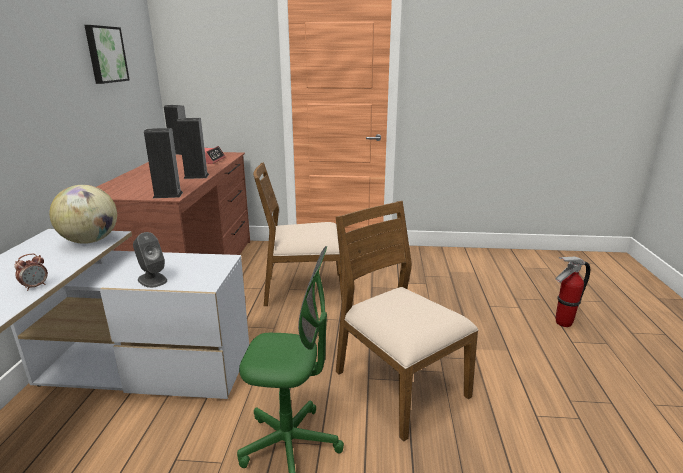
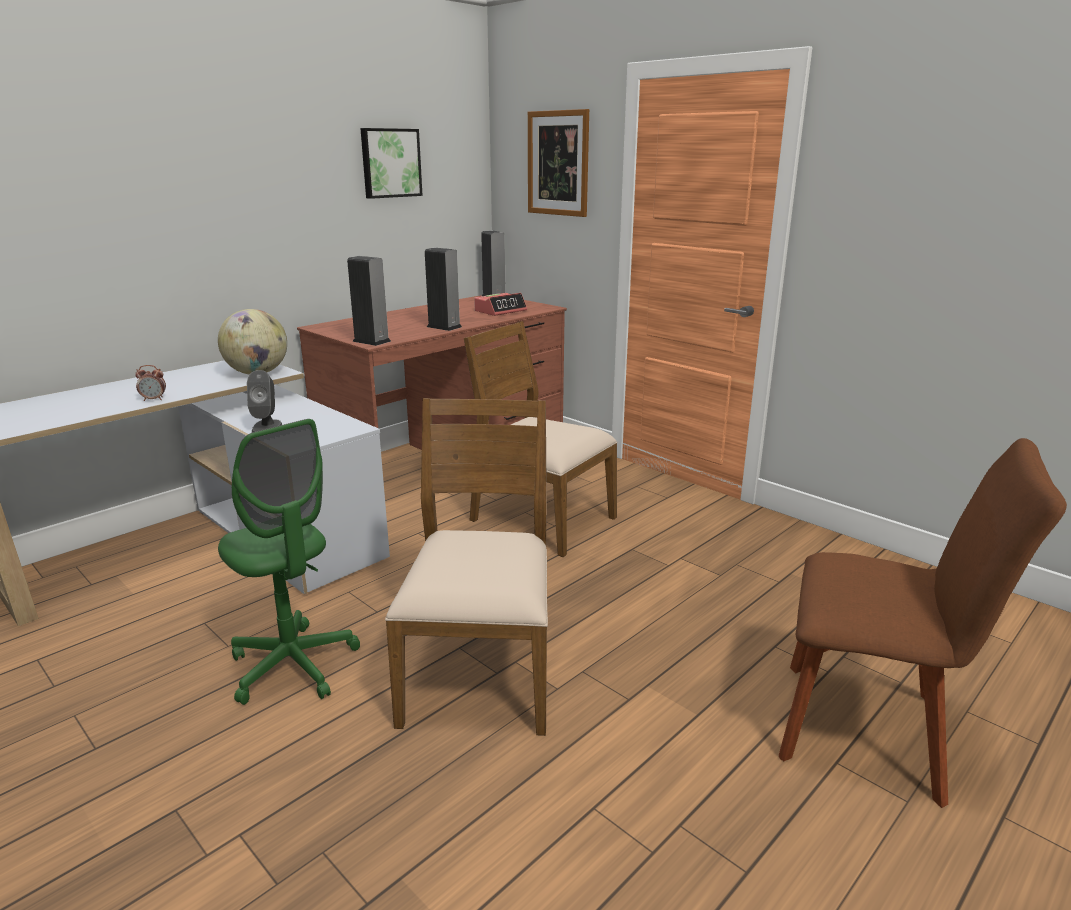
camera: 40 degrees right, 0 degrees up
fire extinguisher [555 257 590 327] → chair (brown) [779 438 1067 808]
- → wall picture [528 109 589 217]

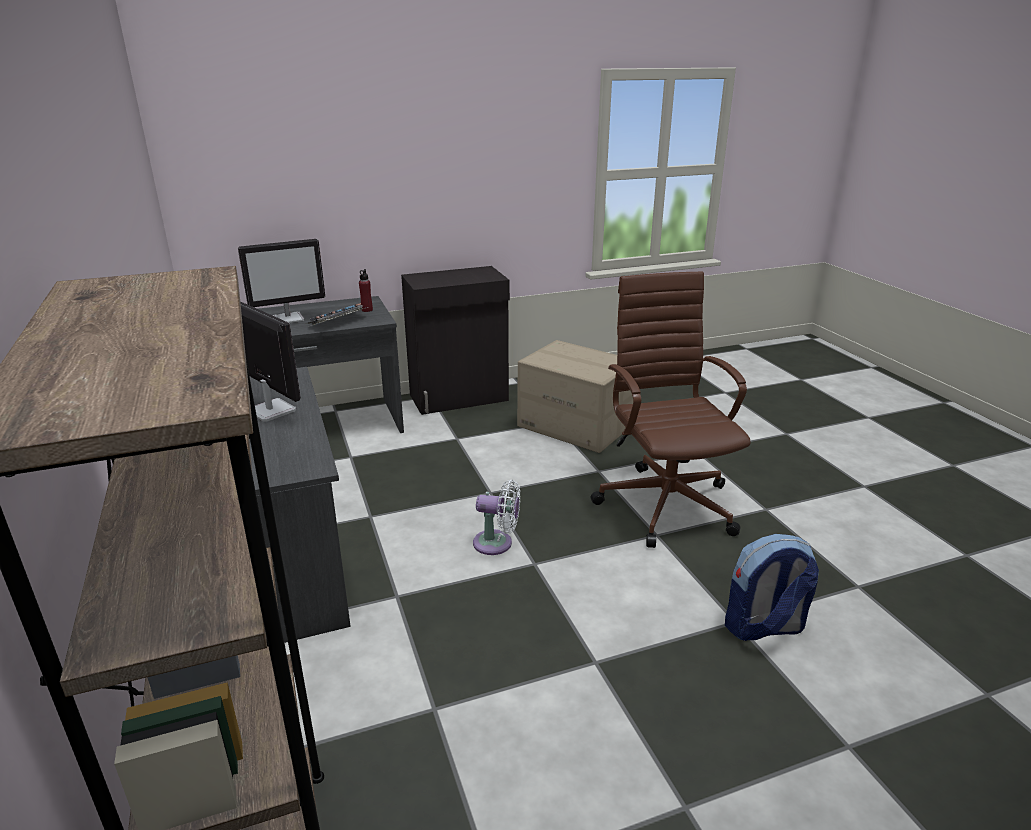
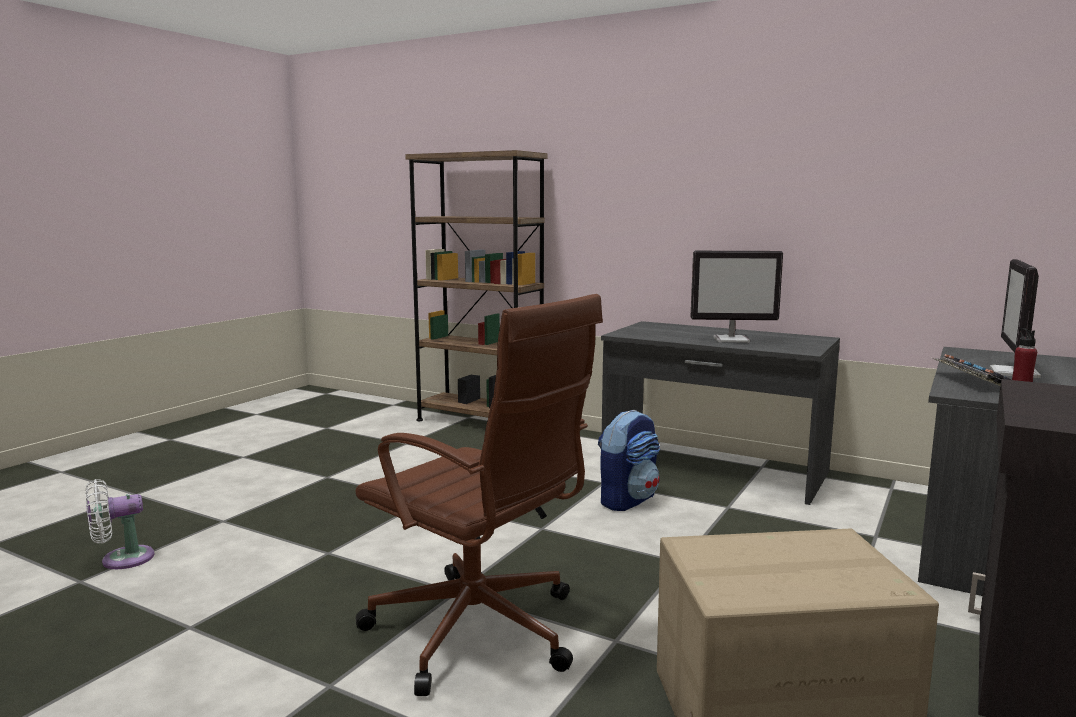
camera: 140 degrees right, 15 degrees down
electric fan (white-coloured) [473 480 520 555] → electric fan (white-coloured) [86 479 155 569], relocated
knapsack [725 534 819 641] → knapsack [598 410 660 511], relocated

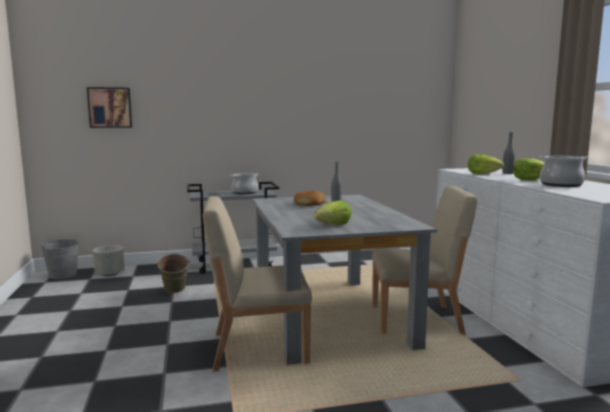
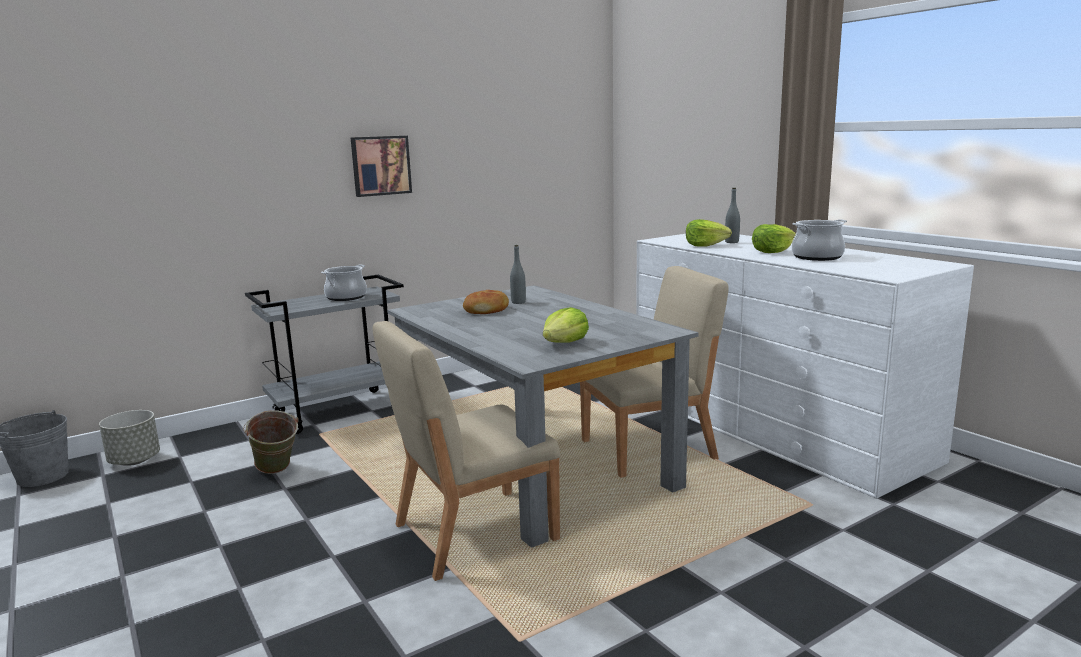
camera: 20 degrees left, 5 degrees up
wall picture [87 87 132 128] → wall picture [351 136 412 197], relocated

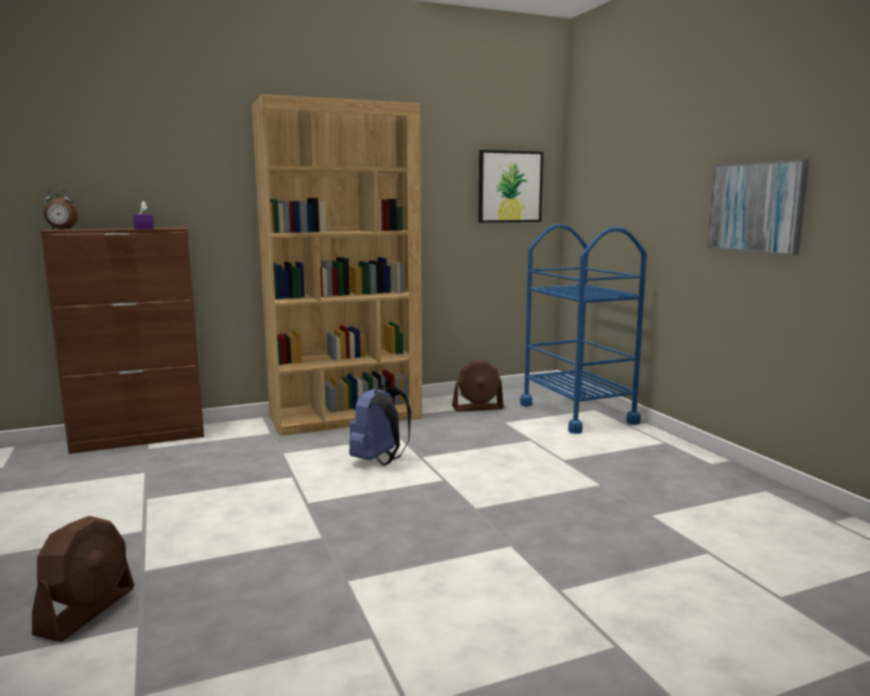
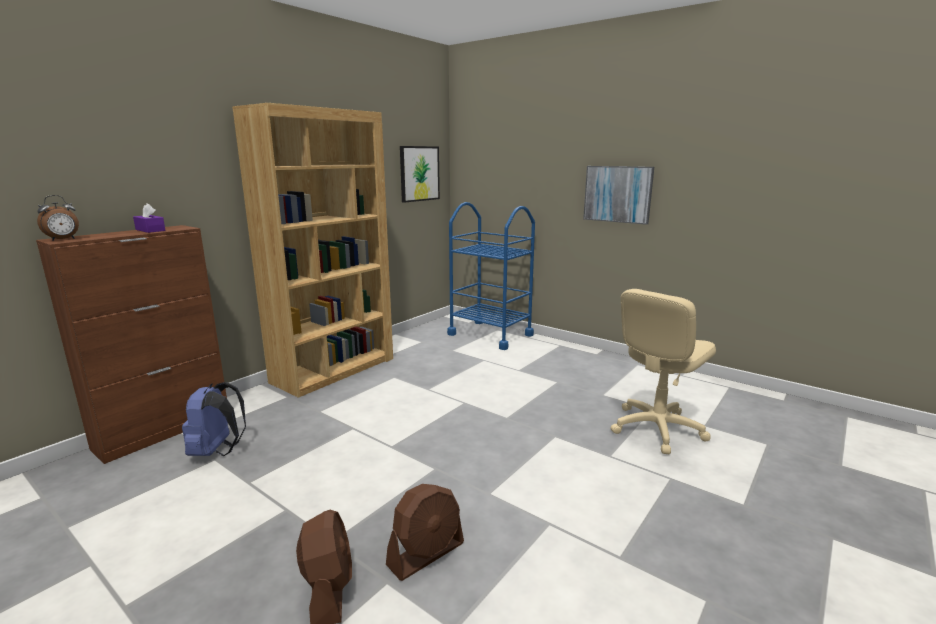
camera: 30 degrees left, 5 degrees up
electric fan (brown) [452 360 504 412] → electric fan (brown) [386 484 464 581], relocated
knapsack (blue-coloured) [349 385 411 466] → knapsack (blue-coloured) [182 382 246 456], relocated
- → computer chair (beige-coloured) [611 289 716 454]

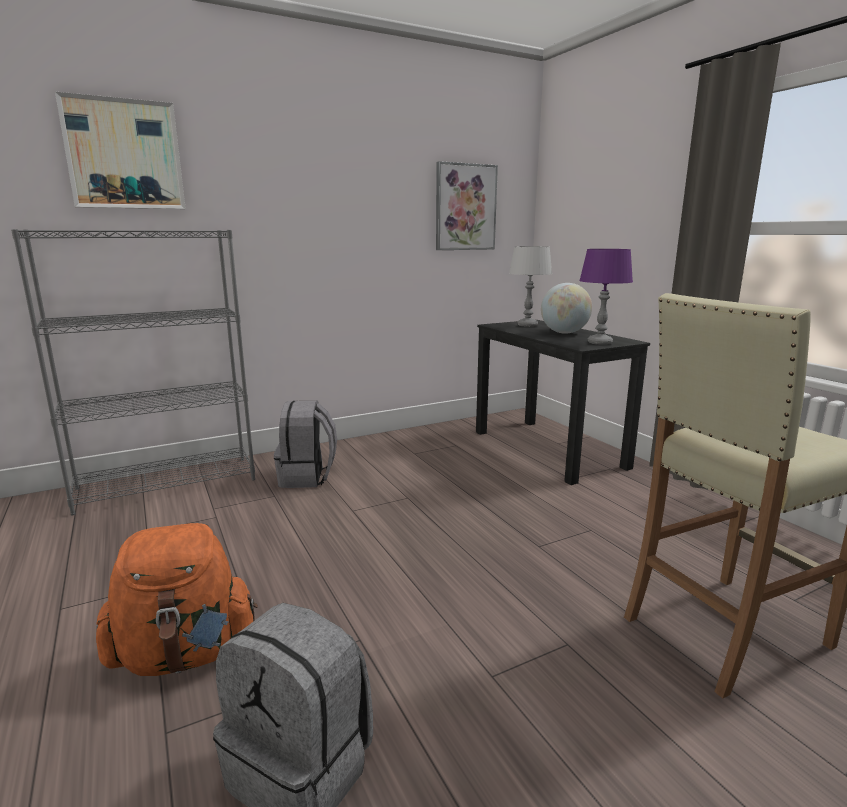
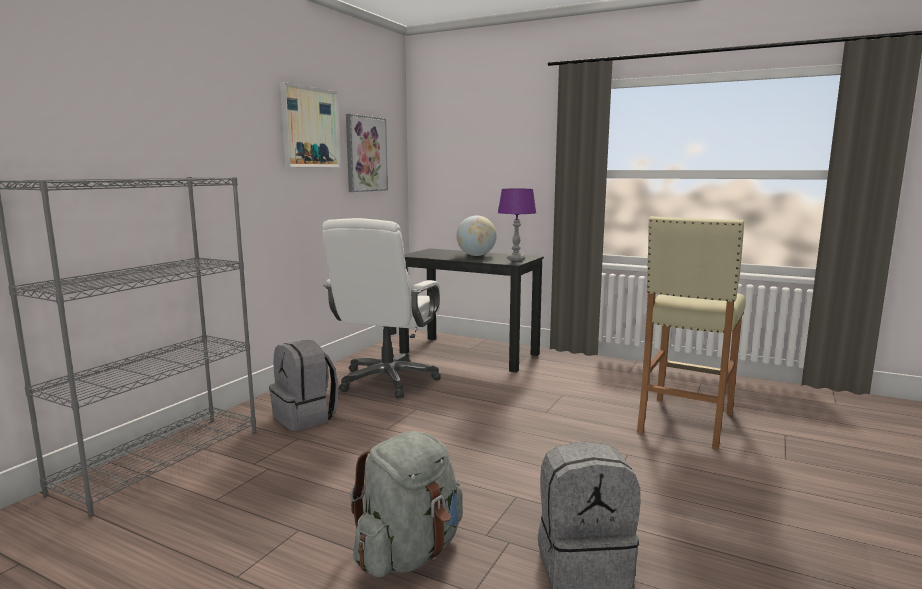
camera: 35 degrees left, 5 degrees down
wall picture [55 92 186 209] → wall picture [280 82 341 167], relocated
table lamp (greyish) [509 246 552 327] → -
knapsack (orange) [96 523 258 676] → knapsack (greyish) [350 431 463 577]
- → computer chair (white-coloured) [322 218 441 398]

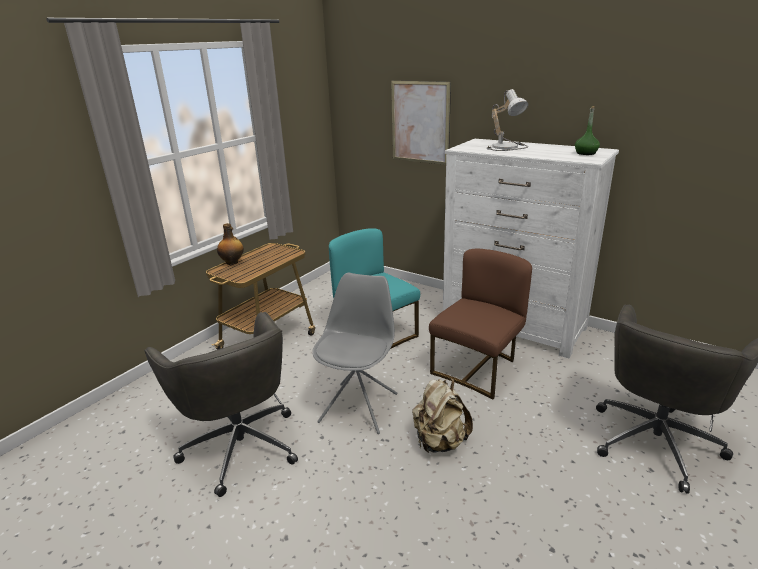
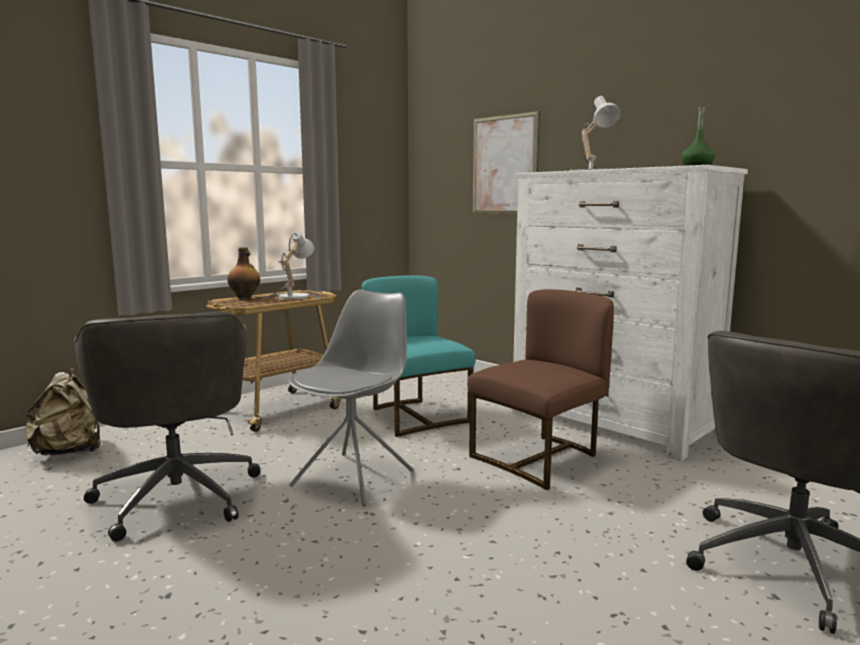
camera: 10 degrees right, 15 degrees down
knapsack (beige-coloured) [412 378 473 453] → knapsack (beige-coloured) [24 368 100 456], relocated
- → table lamp [266 231 321 299]

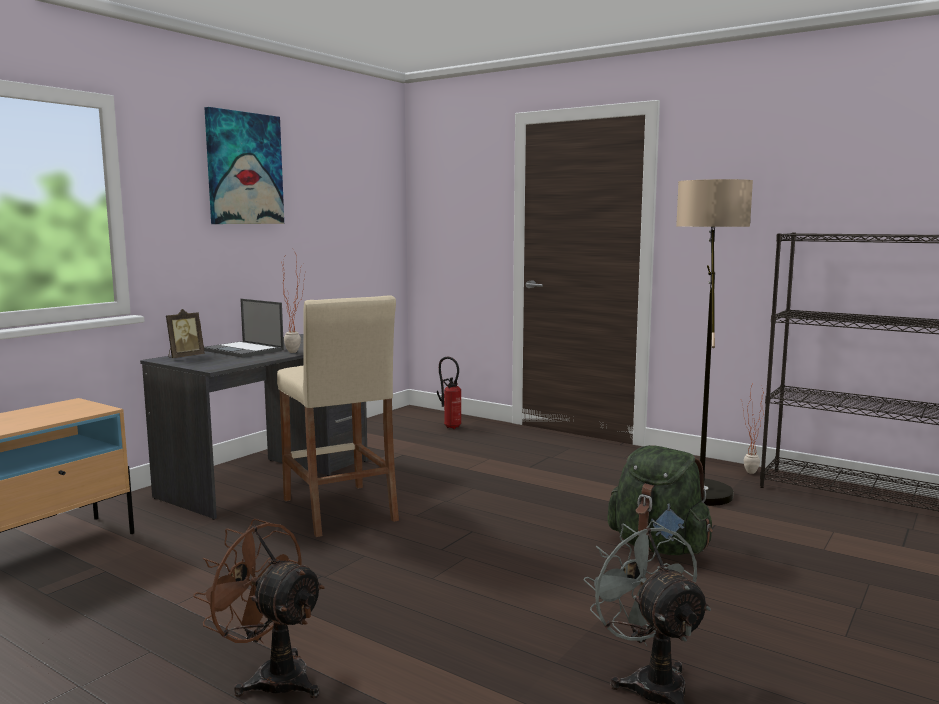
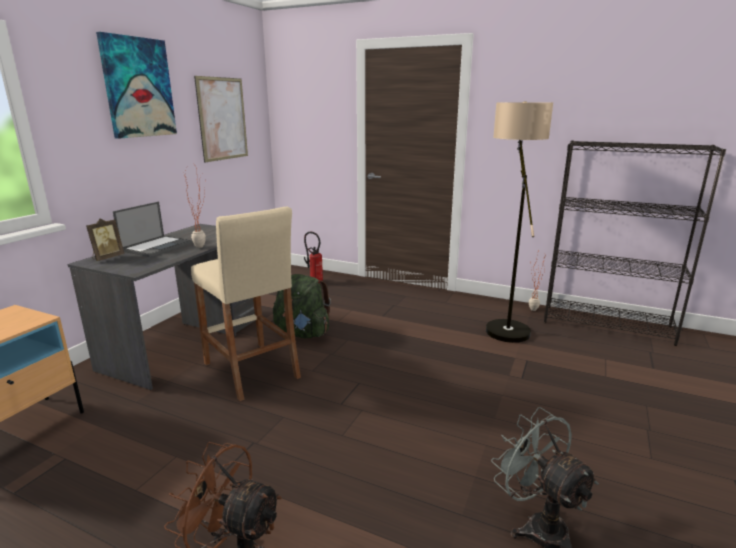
camera: 10 degrees left, 10 degrees up
laptop [204 299 284 357] → laptop [113 202 192 257], 90 degrees counterclockwise
knapsack (greenish) [607 445 713 555] → knapsack (greenish) [273 274 331 338], relocated
- → wall picture [194 76 248 162]

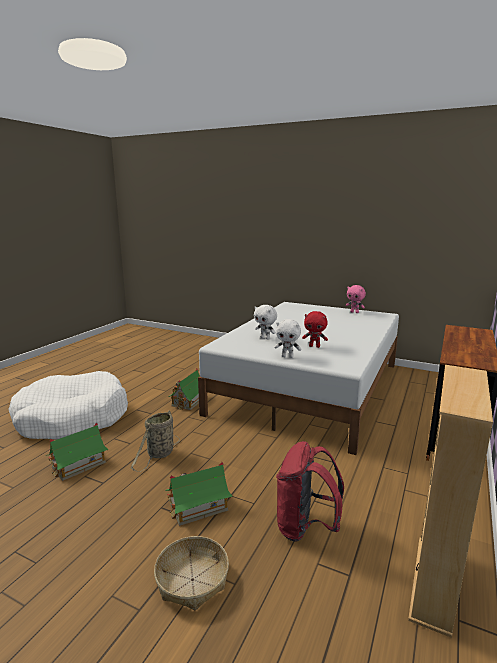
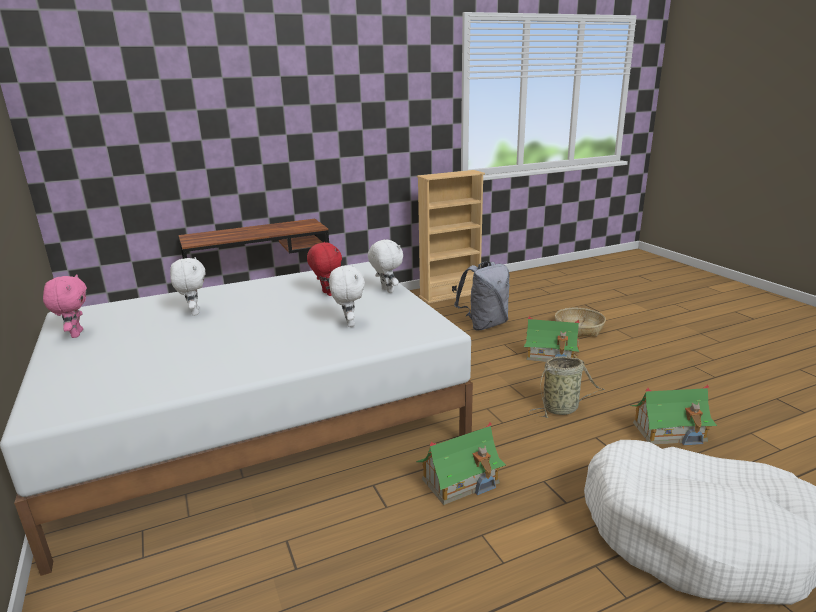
camera: 140 degrees left, 5 degrees up
knapsack (reddish) [276 441 344 542] → knapsack (greyish) [454 261 509 331]
- → soft toy (white-coloured) [170 257 206 316]

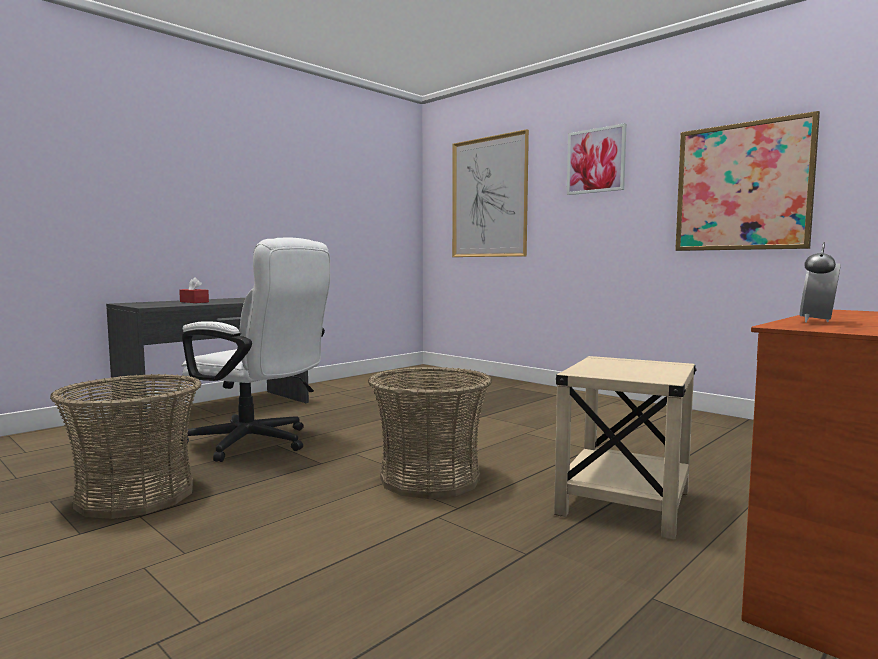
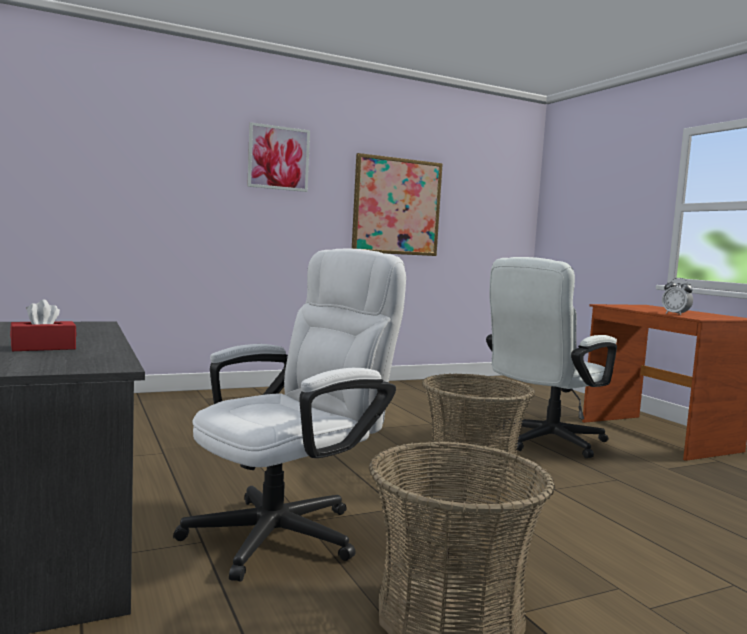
camera: 70 degrees left, 0 degrees up
wall picture [452 129 529 257] → -
accent table (beige-coloured) [554 356 697 539] → computer chair (white-coloured) [486 257 617 458]

